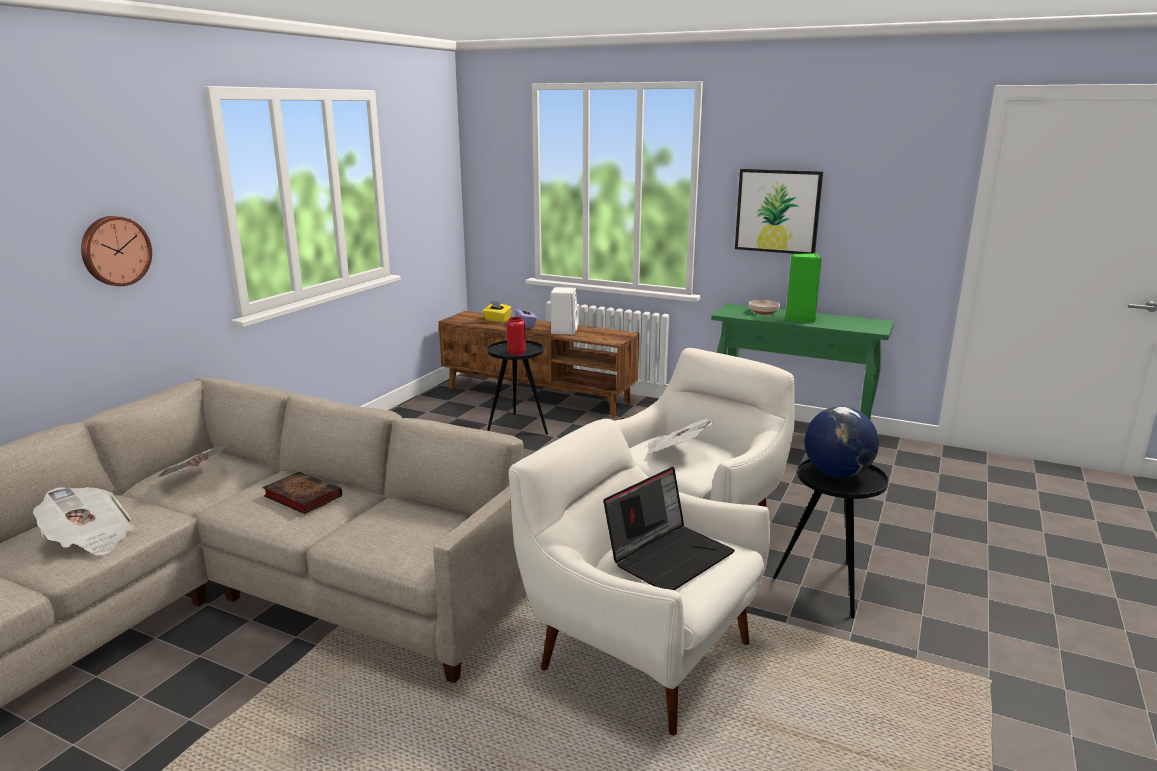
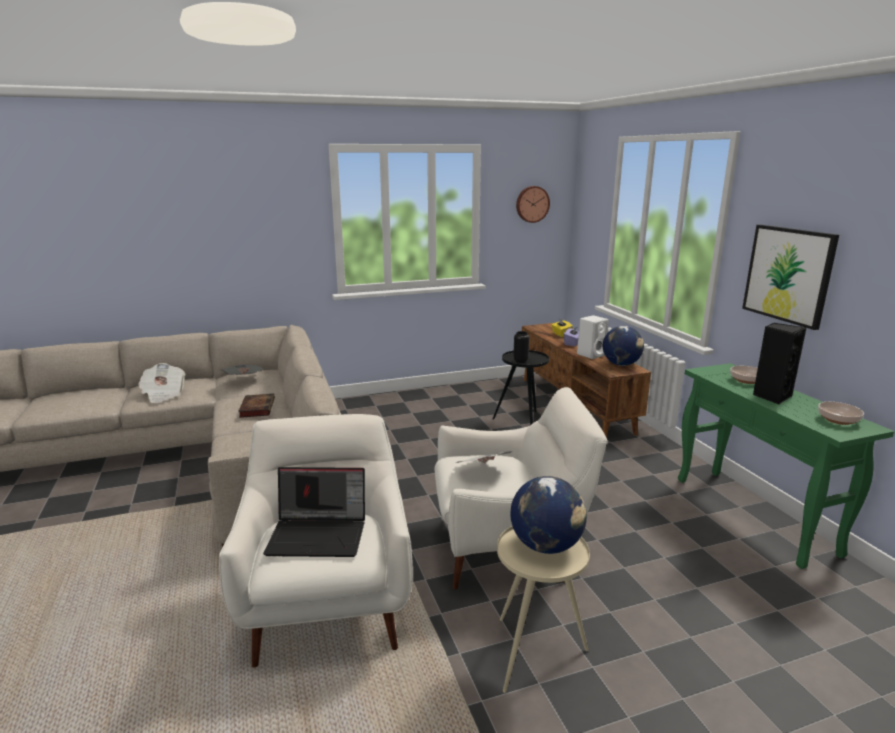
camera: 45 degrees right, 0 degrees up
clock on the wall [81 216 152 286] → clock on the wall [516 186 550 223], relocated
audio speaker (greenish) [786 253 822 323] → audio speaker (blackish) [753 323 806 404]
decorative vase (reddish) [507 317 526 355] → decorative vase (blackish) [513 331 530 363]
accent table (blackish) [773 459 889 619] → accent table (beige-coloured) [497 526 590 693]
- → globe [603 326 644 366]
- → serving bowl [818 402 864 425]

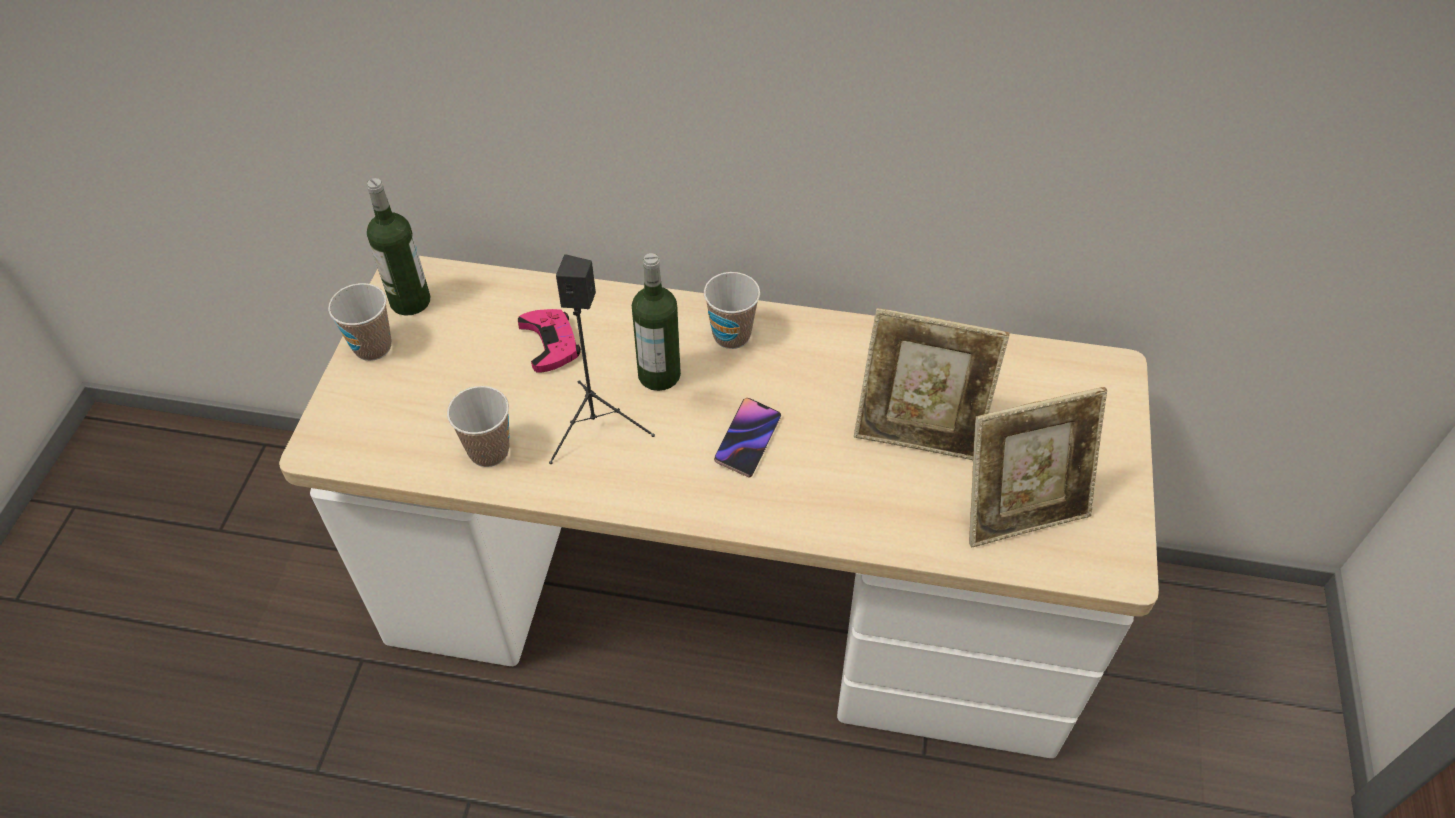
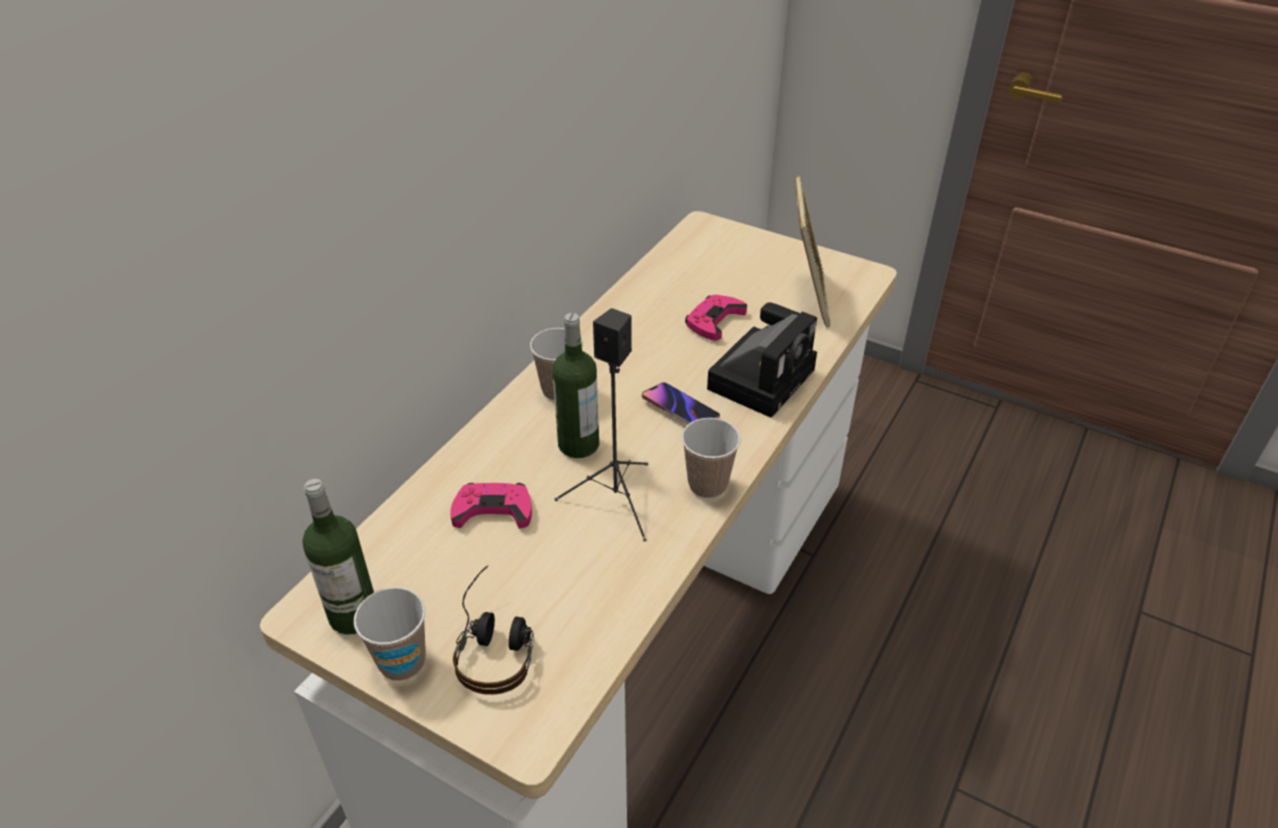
camera: 70 degrees left, 10 degrees down
standing frame [854 308 1010 460] → joypad (pinkish) [685 295 747 341]
cup [447 386 510 467] → cup [682 418 741 498], relocated
- → still camera [707 302 817 418]
- → headphones [453 565 534 695]

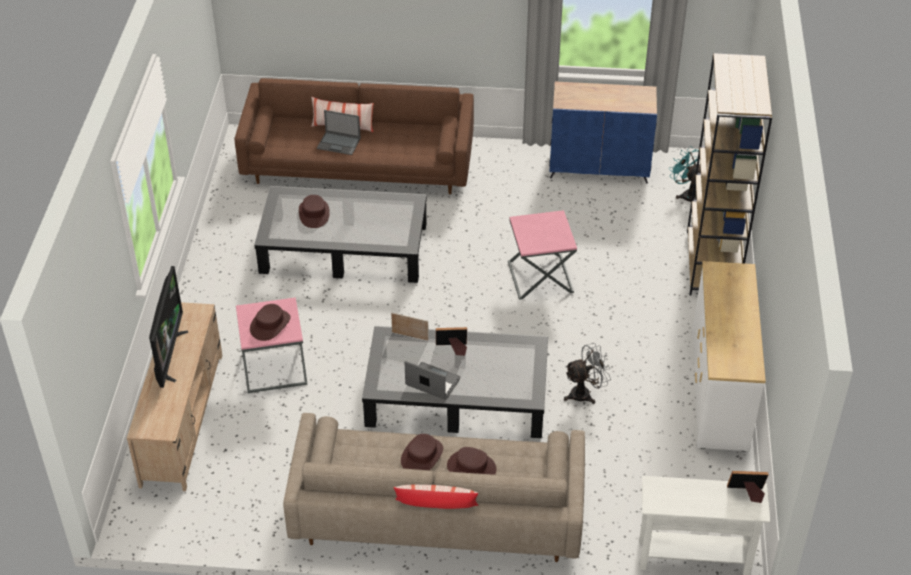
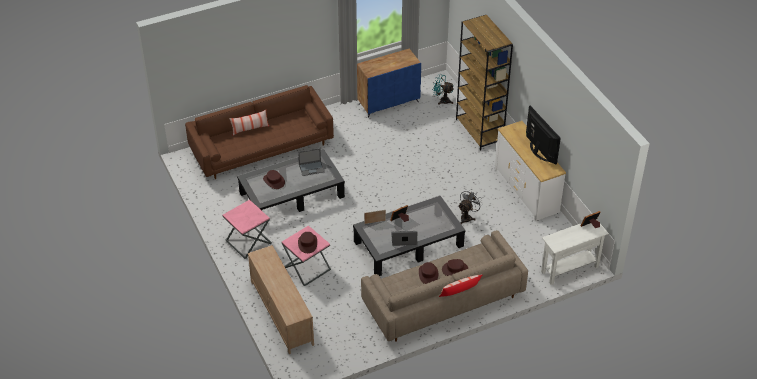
camera: 30 degrees left, 0 degrees up
laptop [317 110 361 155] → laptop [298 148 324 176], relocated
accent table (pinkish) [508 210 577 300] → accent table (pinkish) [222 200 272 259], relocated
TV set [149 266 188 388] → TV set [526 106 561 164], relocated

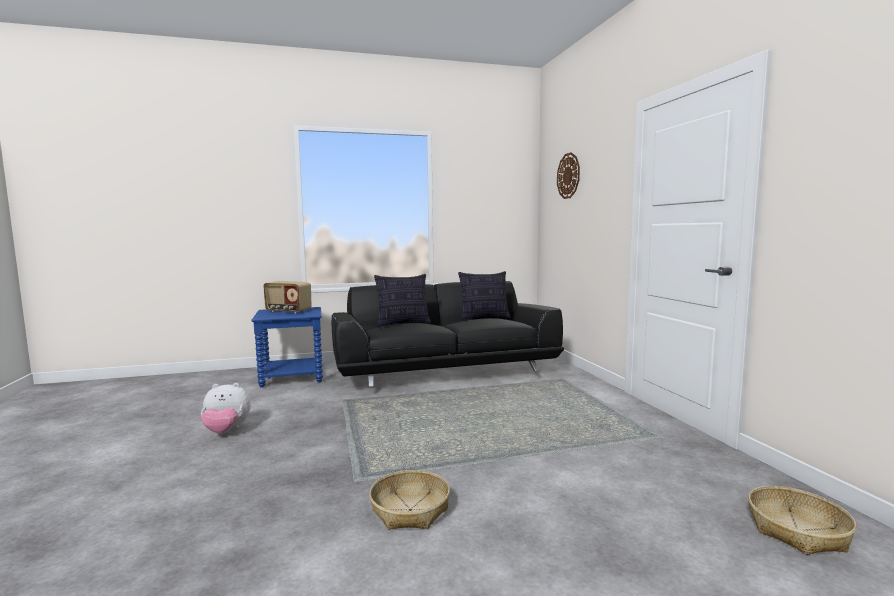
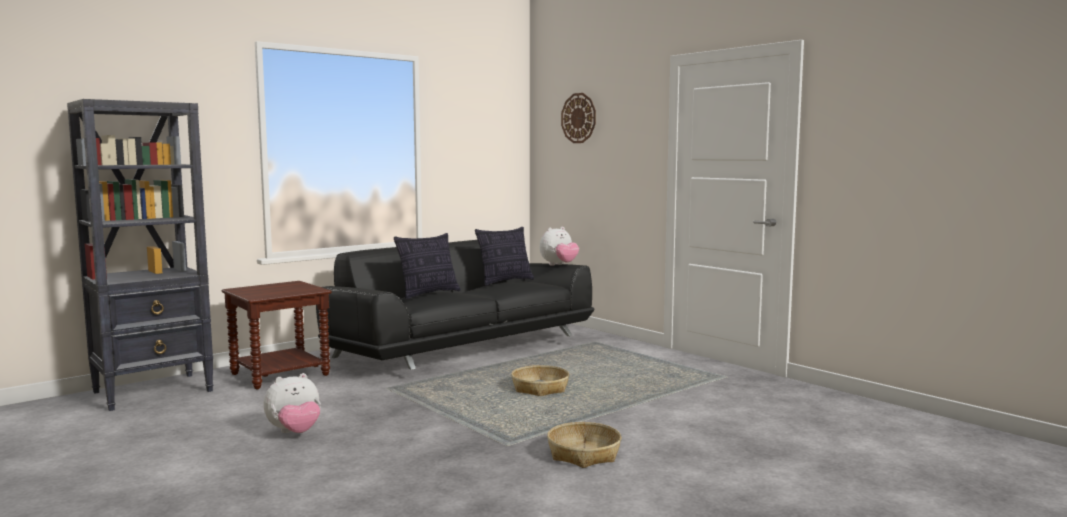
camera: 25 degrees left, 0 degrees up
radio set [263 281 311 314] → -
accent table (blue-coloured) [251 307 323 388] → accent table (brown) [222 281 331 389]
basket [748 486 857 555] → basket [511 365 569 396], relocated
- → bookshelf (blackish) [67 99 214 411]
- → soft toy [540 227 579 265]

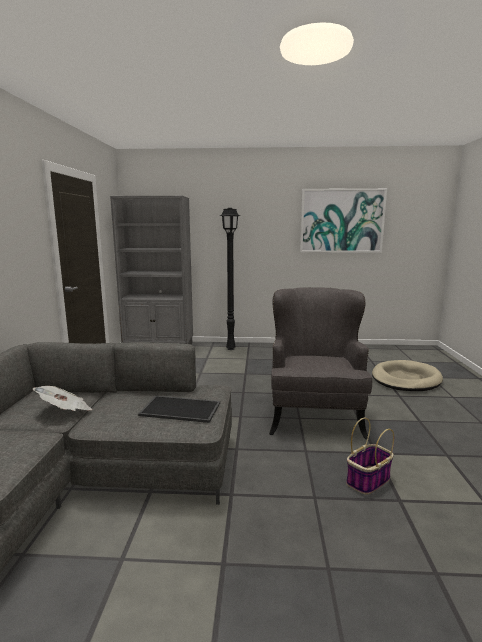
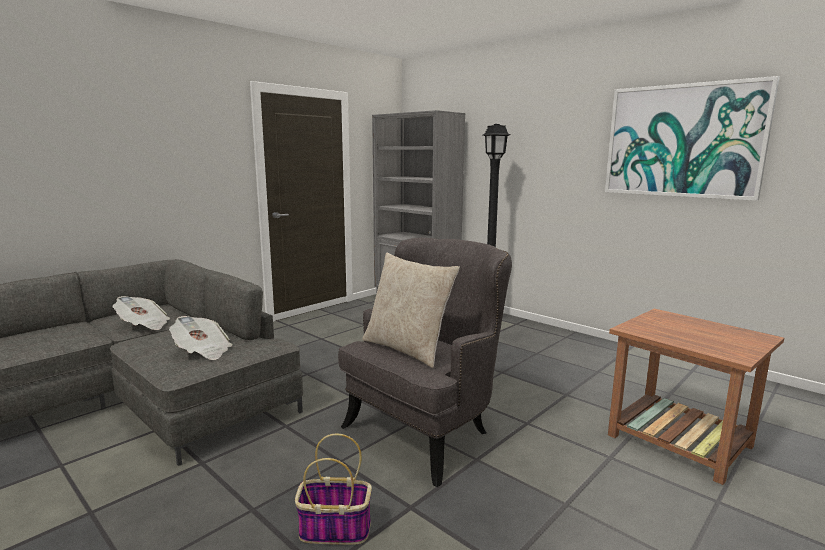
camera: 40 degrees right, 0 degrees up
pet bed (beige-coloured) [372 360 443 391] → accent table (brown) [608 309 784 485]
carrying tray [138 396 220 423] → daily paper [169 316 232 360]
- → cushion (beige-coloured) [362 253 460 368]

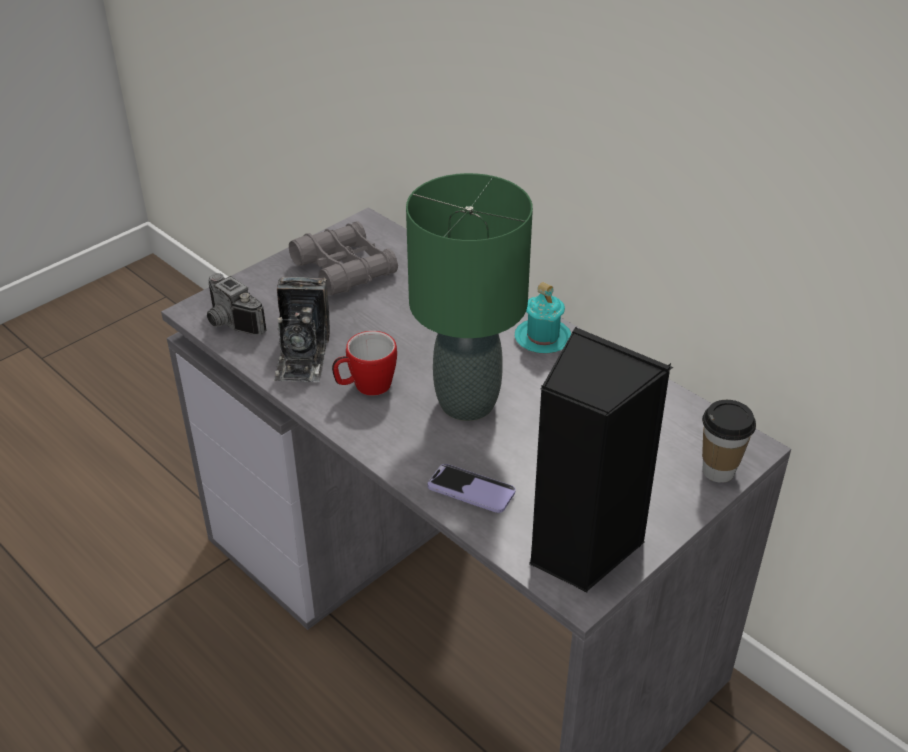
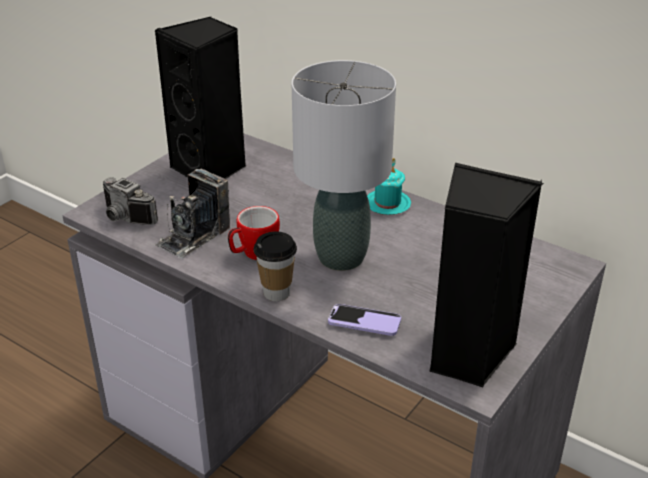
camera: 10 degrees left, 5 degrees down
table lamp (greenish) [406 173 533 421] → table lamp (greyish) [292 60 396 271]
pair of binoculars (greyish) [289 221 398 295] → audio speaker (blackish) [155 17 246 179]
still camera [273 277 330 382] → still camera [154 169 230 258], 45 degrees clockwise
cup [702 400 756 483] → cup [254 231 297 301], relocated

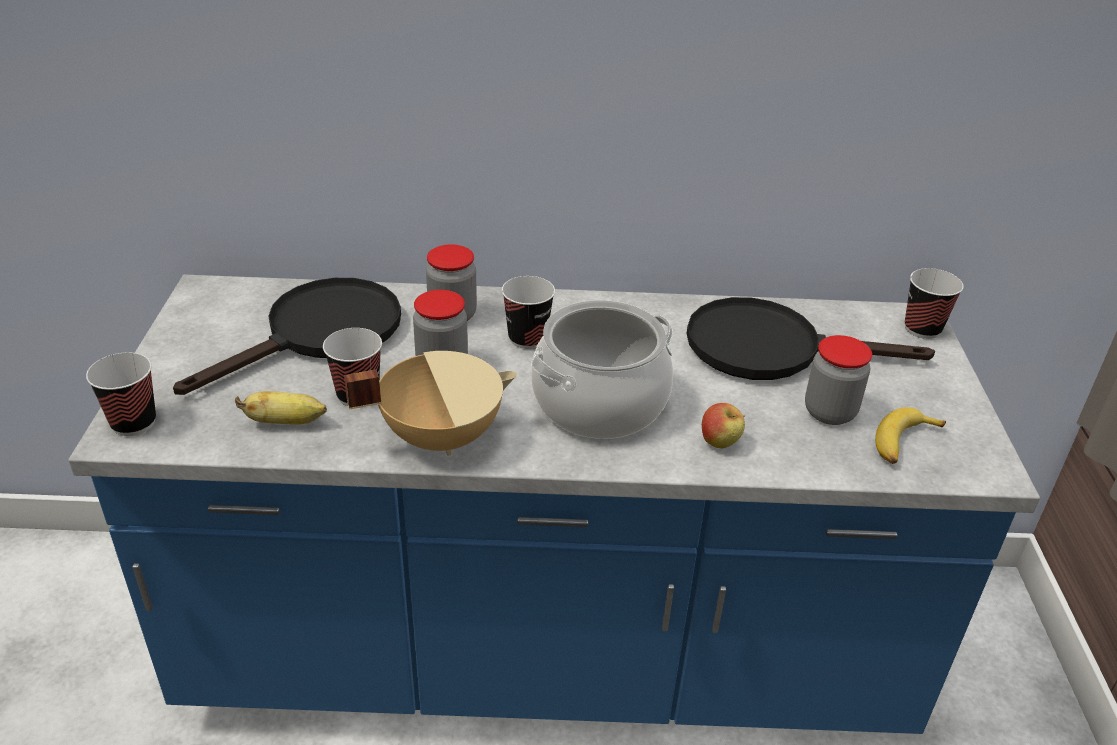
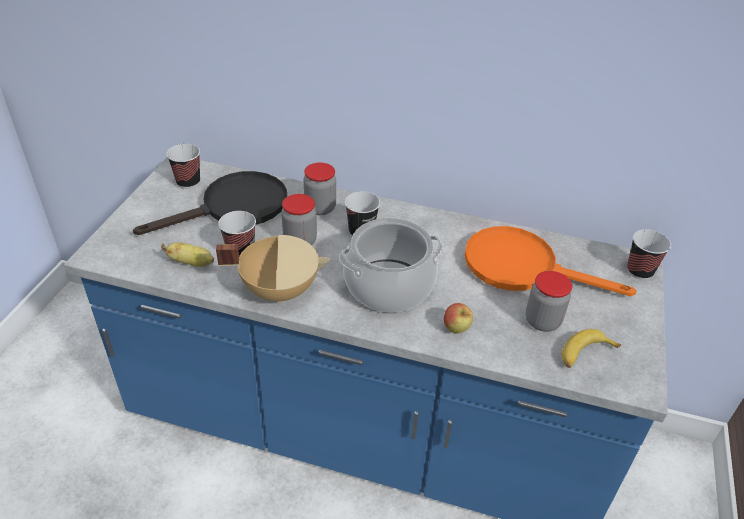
camera: 15 degrees right, 5 degrees up
skillet (blackish) [687 297 935 380] → skillet (orange) [465 226 637 296]
cup [86 353 156 436] → cup [166 144 200 189], relocated

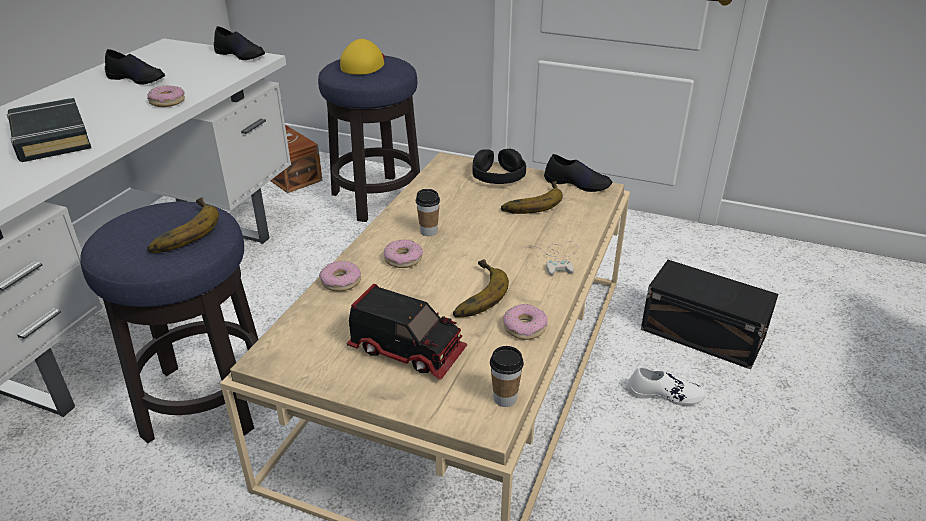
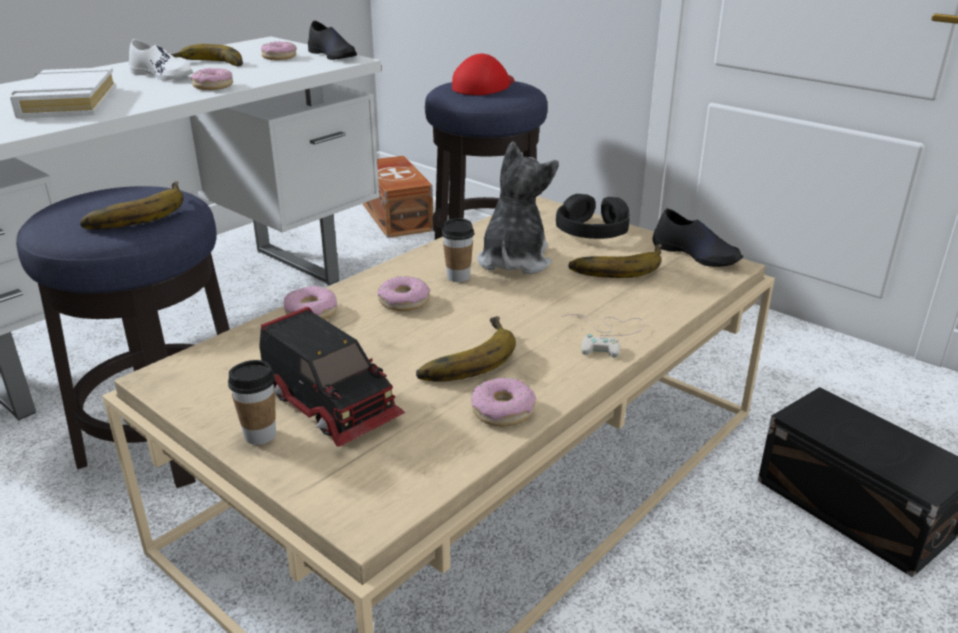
camera: 20 degrees right, 5 degrees down
cap (yellow-coloured) [340 39 385 75] → cap (reddish) [452 54 515 95]
item of footwear (blackish) [105 49 165 85] → banana fruit [171 44 243 67]
volume (blackish) [7 98 91 162] → volume (white-coloured) [10 67 117 119]
cup [490 346 524 407] → cup [228 360 276 445], relocated
item of footwear (white-coloured) [627 367 706 406] → item of footwear (white-coloured) [129 39 193 81], relocated
- → doughnut [261 41 297 60]
- → soft toy [477 141 559 274]

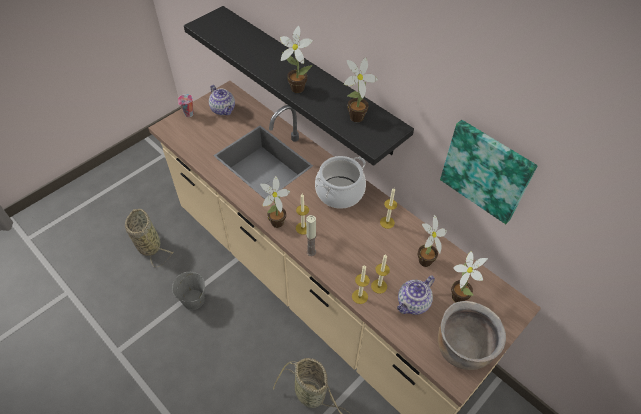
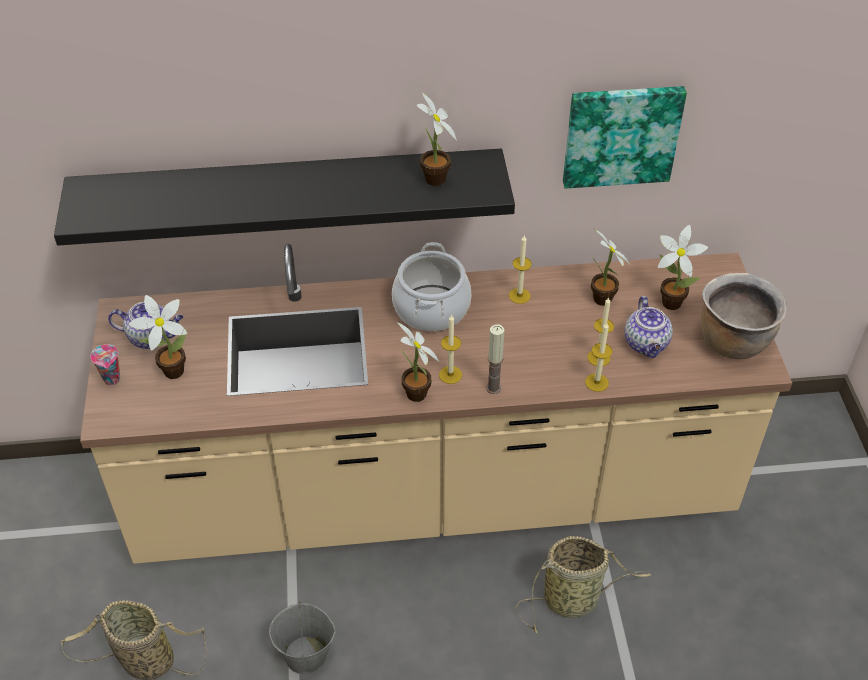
camera: 50 degrees left, 5 degrees down
houseplant [280 26 313 93] → houseplant [129 295 187 379], relocated

